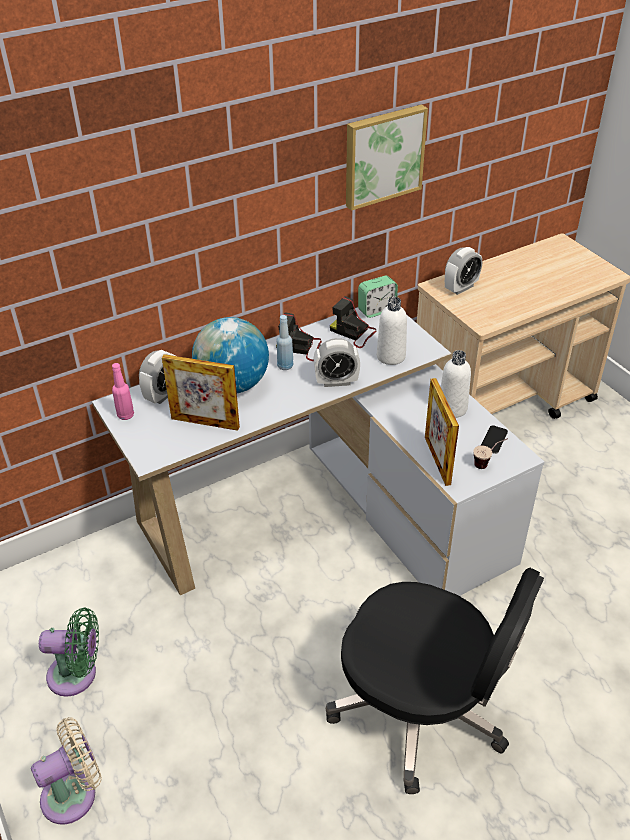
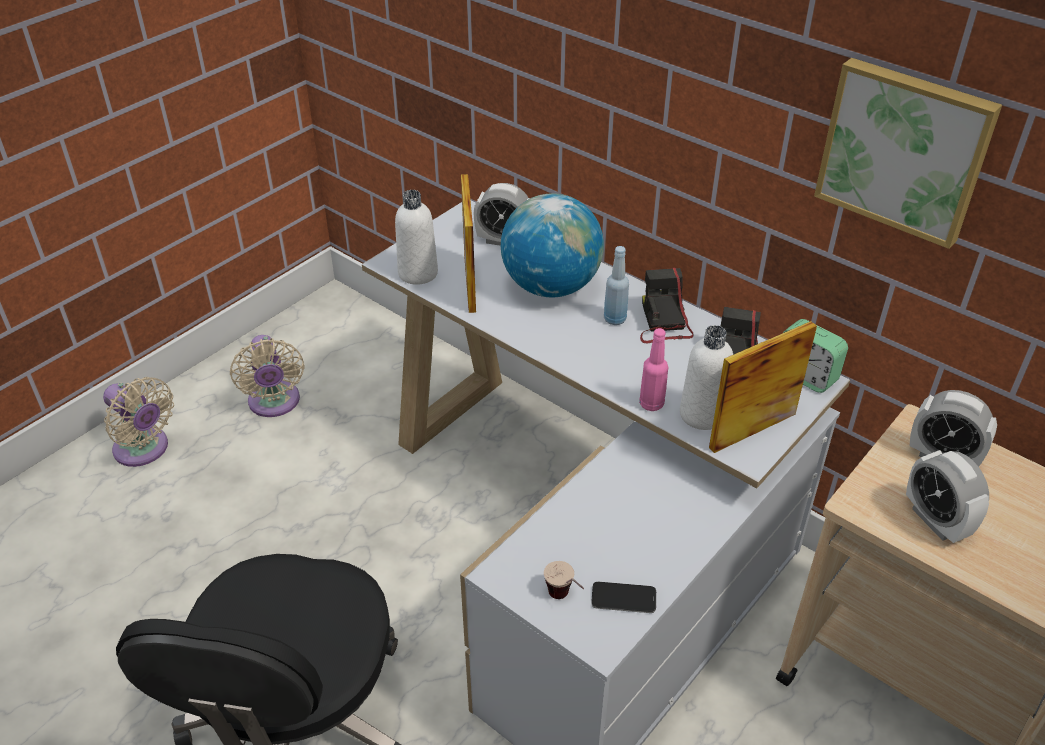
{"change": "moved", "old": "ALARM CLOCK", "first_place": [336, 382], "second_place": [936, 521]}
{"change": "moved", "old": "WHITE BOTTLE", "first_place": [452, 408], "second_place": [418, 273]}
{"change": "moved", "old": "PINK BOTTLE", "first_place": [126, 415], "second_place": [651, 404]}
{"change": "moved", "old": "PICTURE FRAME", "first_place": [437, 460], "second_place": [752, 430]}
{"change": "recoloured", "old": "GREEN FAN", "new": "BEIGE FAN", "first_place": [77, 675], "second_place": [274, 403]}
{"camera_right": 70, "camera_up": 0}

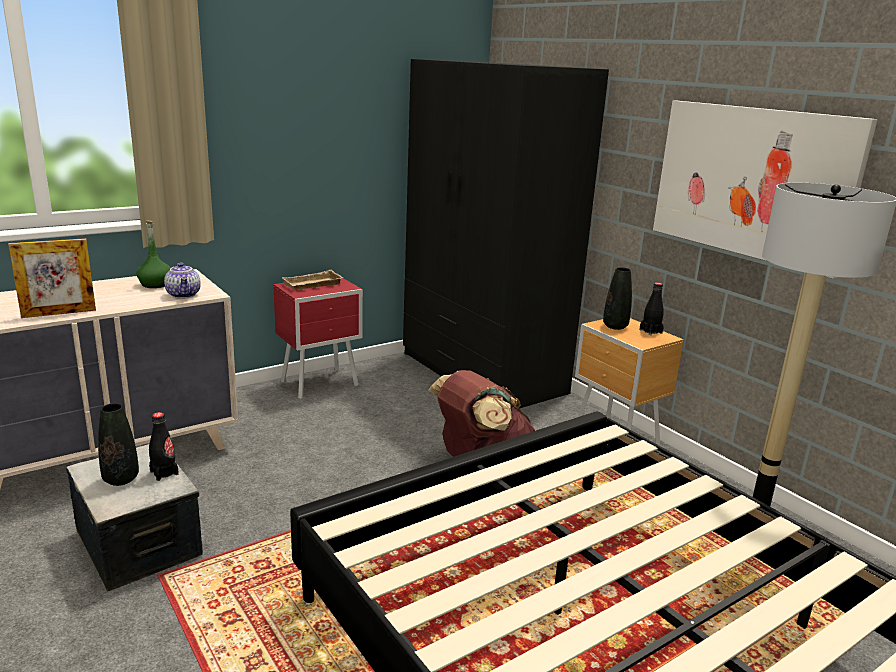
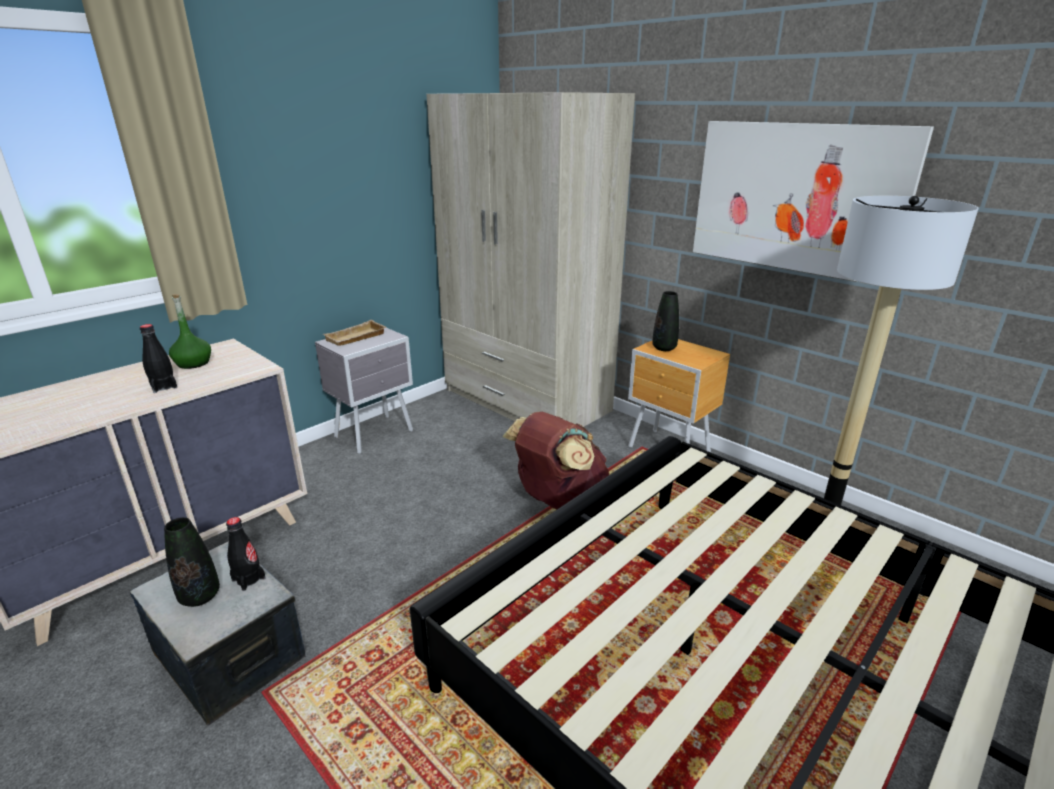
{"change": "recoloured", "old": "BLACK WARDROBE", "new": "BEIGE WARDROBE", "first_place": [481, 373], "second_place": [526, 401]}
{"change": "removed", "old": "PICTURE FRAME", "first_place": [59, 313]}
{"change": "removed", "old": "TEAPOT", "first_place": [184, 295]}
{"change": "recoloured", "old": "RED NIGHTSTAND", "new": "GREY NIGHTSTAND", "first_place": [321, 384], "second_place": [376, 434]}
{"change": "moved", "old": "BLACK BOTTLE", "first_place": [650, 331], "second_place": [164, 387]}
{"camera_right": -10, "camera_up": 5}

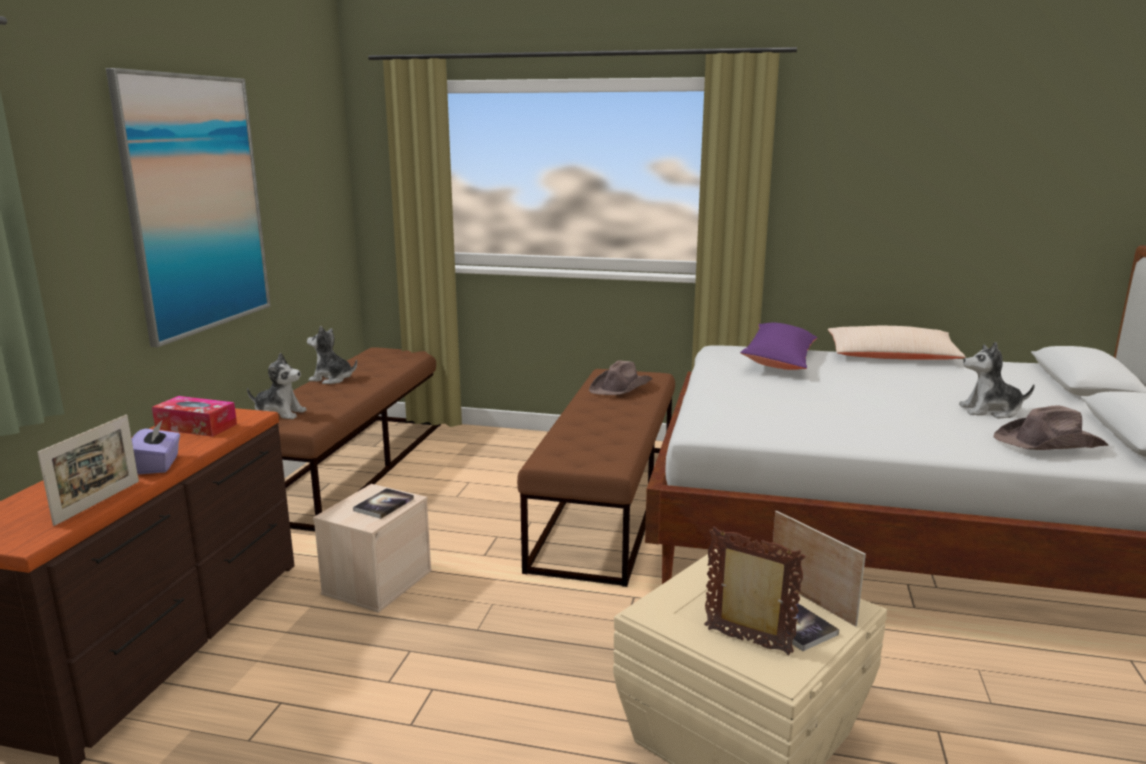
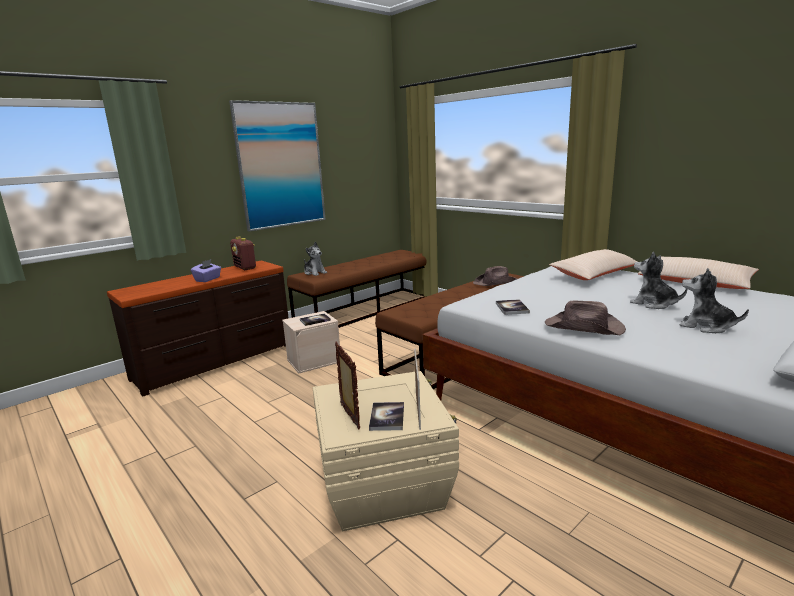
{"change": "recoloured", "old": "PURPLE PILLOW", "new": "BEIGE PILLOW", "first_place": [779, 359], "second_place": [594, 274]}
{"change": "moved", "old": "PLUSH TOY", "first_place": [332, 379], "second_place": [653, 304]}
{"change": "replaced", "old": "TISSUE BOX", "new": "RADIO", "first_place": [196, 426], "second_place": [245, 268]}
{"change": "moved", "old": "BROWN HAT", "first_place": [1050, 443], "second_place": [584, 327]}
{"change": "removed", "old": "PICTURE FRAME", "first_place": [98, 502]}
{"change": "added", "new": "BOOK", "second_place": [512, 308]}
{"camera_right": 35, "camera_up": 0}

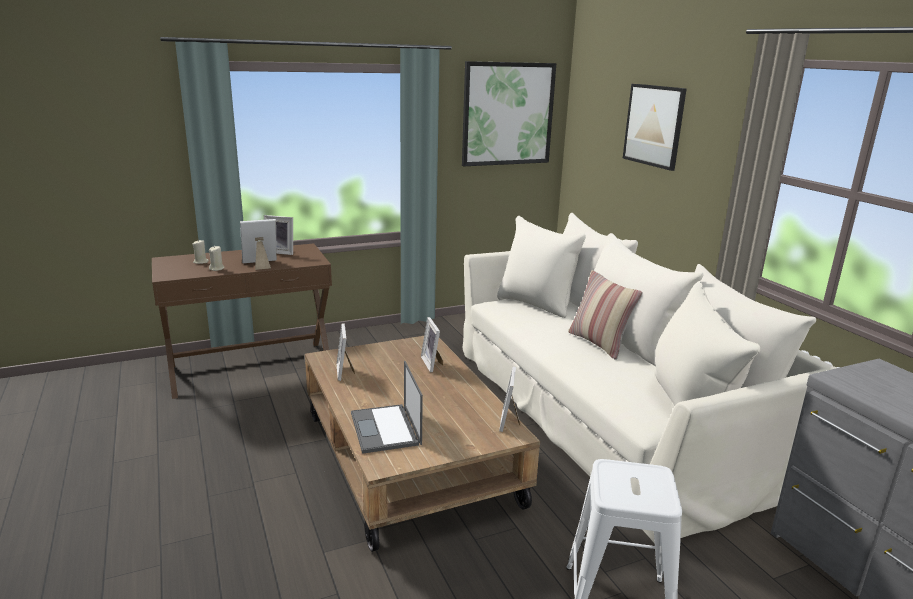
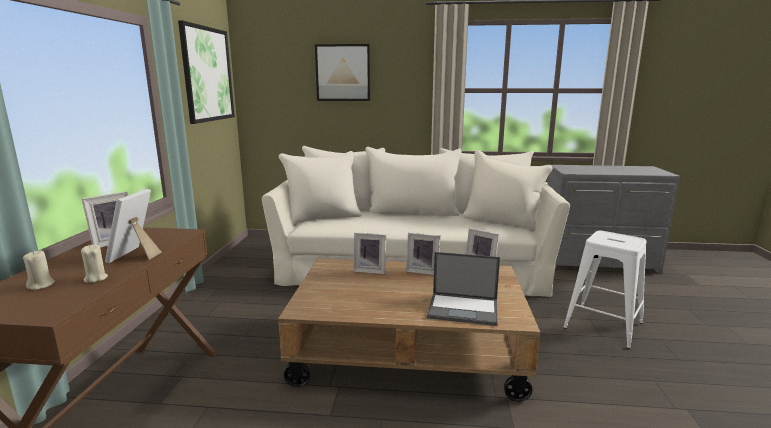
{"change": "removed", "old": "PILLOW", "first_place": [599, 343]}
{"change": "moved", "old": "PICTURE FRAME", "first_place": [345, 371], "second_place": [423, 271]}
{"camera_right": -60, "camera_up": -5}

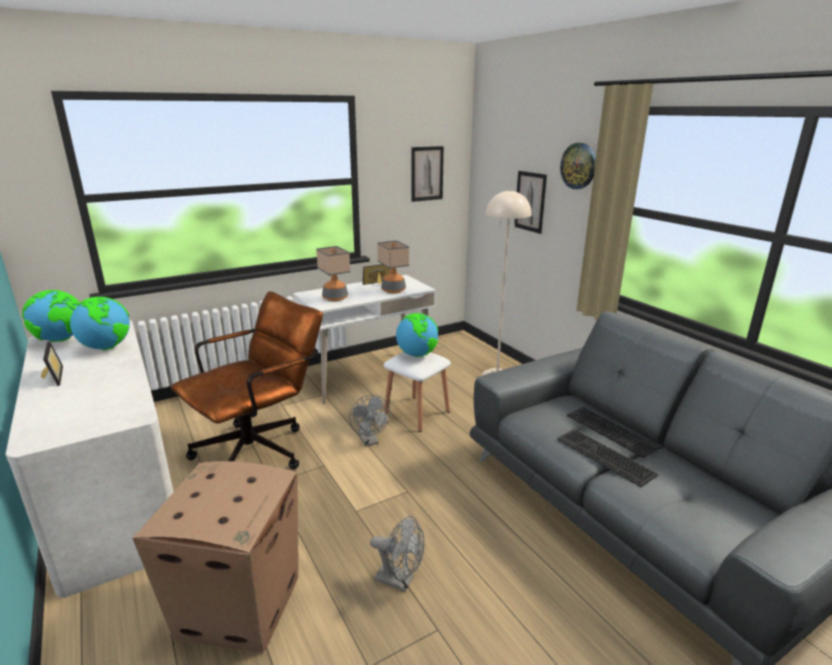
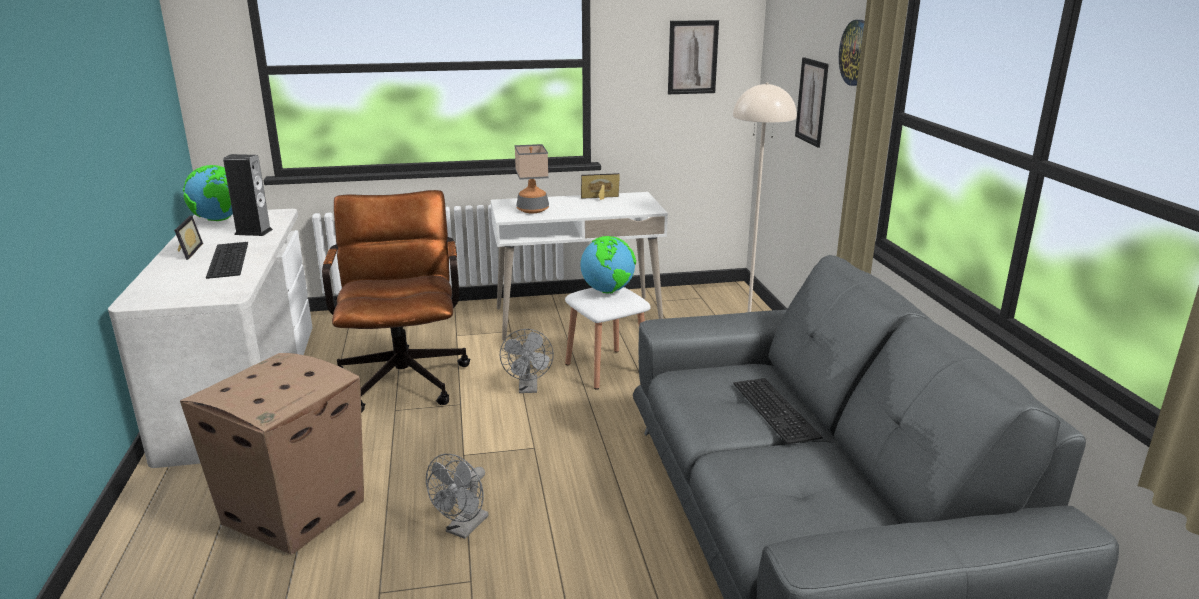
{"change": "removed", "old": "TABLE LAMP", "first_place": [393, 290]}
{"change": "turned", "old": "BROWN OFFICE CHAIR", "first_place": [260, 449], "second_place": [404, 375], "degrees": -75}
{"change": "replaced", "old": "GLOBE", "new": "SPEAKER", "first_place": [106, 347], "second_place": [253, 232]}
{"change": "moved", "old": "KEYBOARD", "first_place": [603, 456], "second_place": [226, 259]}
{"change": "turned", "old": "GREY FAN", "first_place": [400, 581], "second_place": [463, 529], "degrees": 75}
{"camera_right": 20, "camera_up": 0}

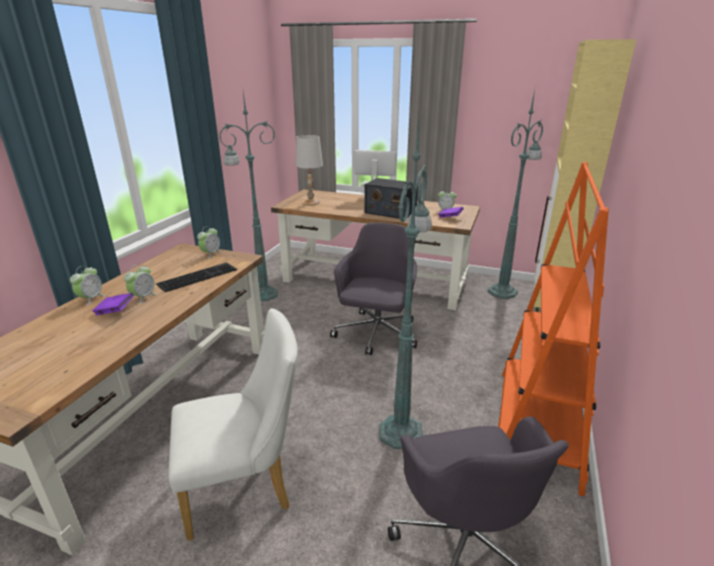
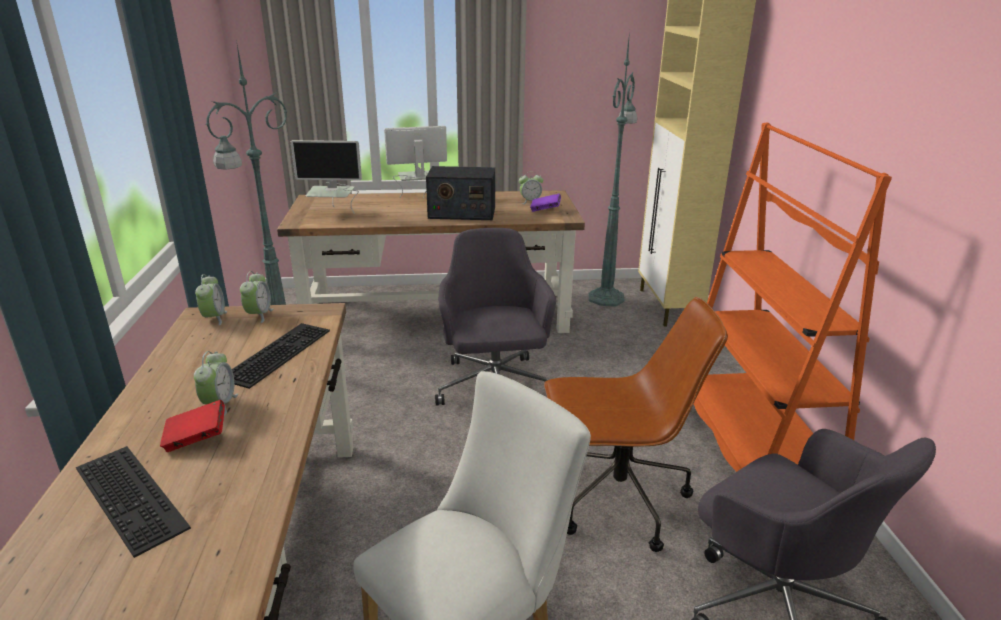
{"change": "replaced", "old": "GREEN FLOOR LAMP", "new": "BROWN OFFICE CHAIR", "first_place": [401, 430], "second_place": [615, 500]}
{"change": "replaced", "old": "WHITE TABLE LAMP", "new": "MONITOR", "first_place": [311, 202], "second_place": [333, 213]}
{"change": "moved", "old": "ALARM CLOCK", "first_place": [91, 298], "second_place": [214, 318]}
{"change": "recoloured", "old": "PURPLE BOOK", "new": "RED BOOK", "first_place": [115, 312], "second_place": [196, 438]}
{"change": "added", "new": "KEYBOARD", "second_place": [134, 496]}
{"camera_right": -25, "camera_up": 0}

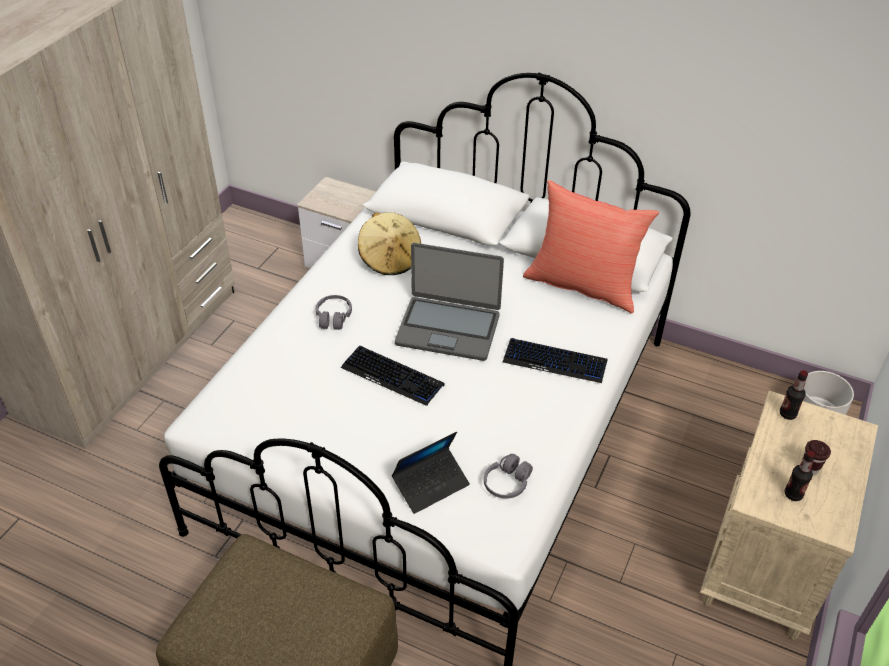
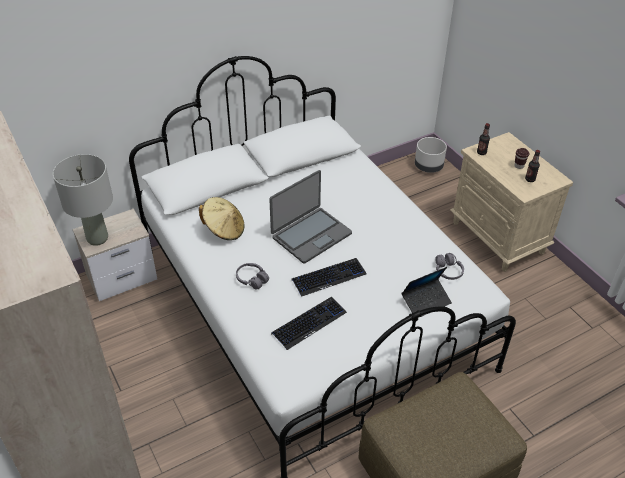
{"change": "removed", "old": "RED PILLOW", "first_place": [583, 285]}
{"change": "moved", "old": "KEYBOARD", "first_place": [555, 362], "second_place": [309, 323]}
{"change": "turned", "old": "LAPTOP", "first_place": [431, 484], "second_place": [426, 301], "degrees": 60}
{"change": "added", "new": "GREY TABLE LAMP", "second_place": [97, 239]}
{"camera_right": -55, "camera_up": 0}

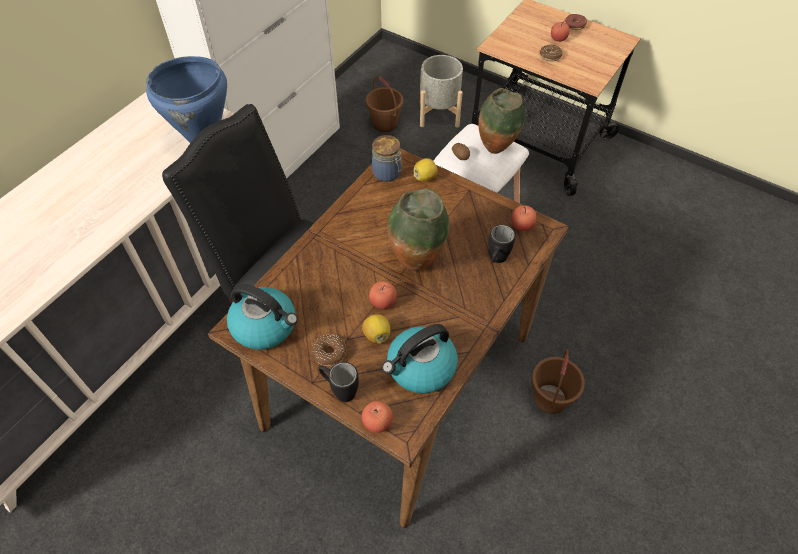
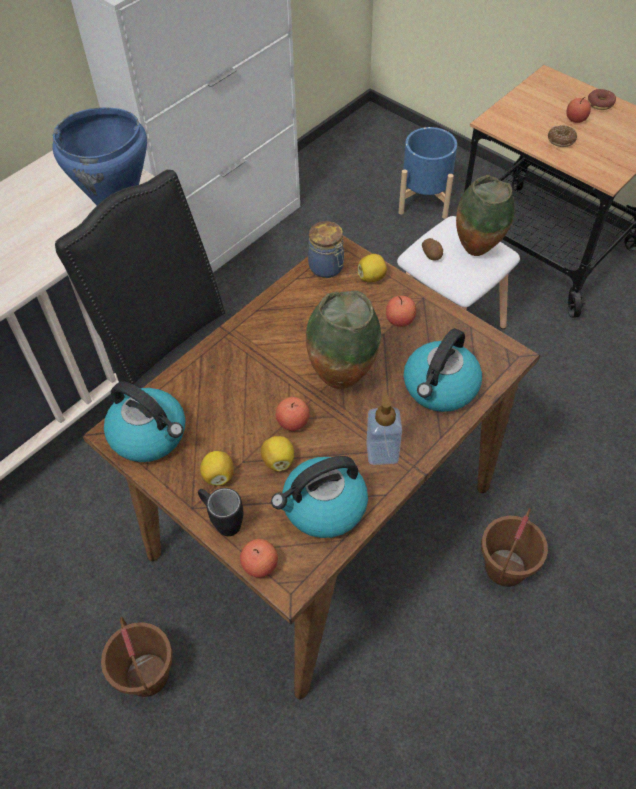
{"change": "recoloured", "old": "GREY PLANTER", "new": "BLUE PLANTER", "first_place": [438, 114], "second_place": [424, 200]}
{"change": "moved", "old": "BROWN BUCKET", "first_place": [384, 124], "second_place": [146, 674]}
{"change": "moved", "old": "APPLE", "first_place": [522, 225], "second_place": [400, 320]}
{"change": "replaced", "old": "BLACK MUG", "new": "KETTLE", "first_place": [496, 260], "second_place": [440, 388]}
{"change": "replaced", "old": "DONUT", "new": "LEMON", "first_place": [329, 353], "second_place": [218, 476]}
{"change": "added", "new": "SOAP DISPENSER", "second_place": [382, 452]}
{"camera_right": 10, "camera_up": 0}

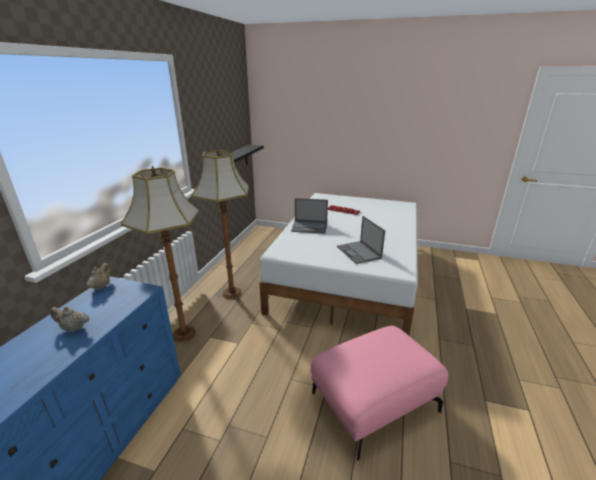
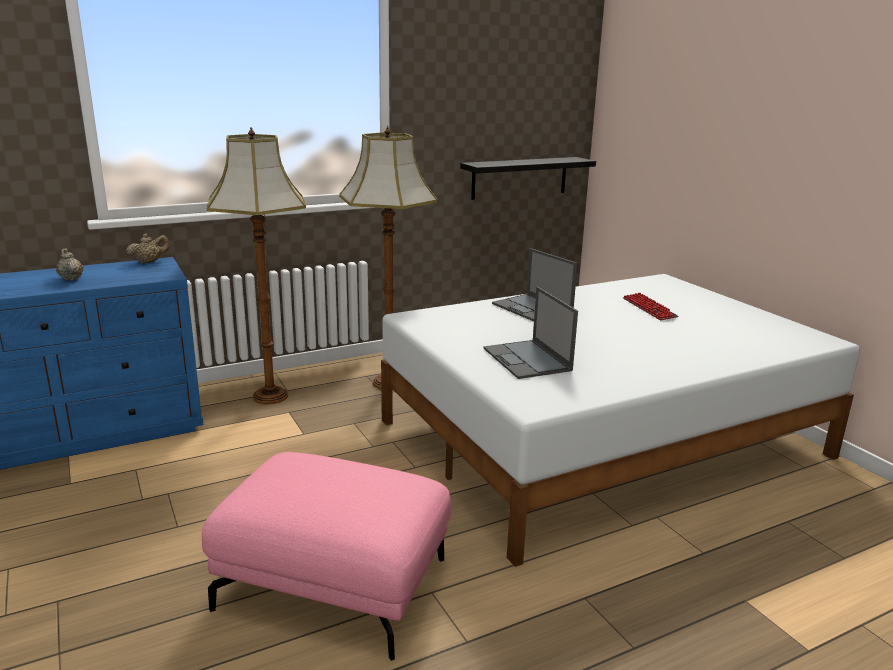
{"change": "turned", "old": "LAPTOP", "first_place": [359, 252], "second_place": [527, 360], "degrees": -45}
{"camera_right": 45, "camera_up": -5}

